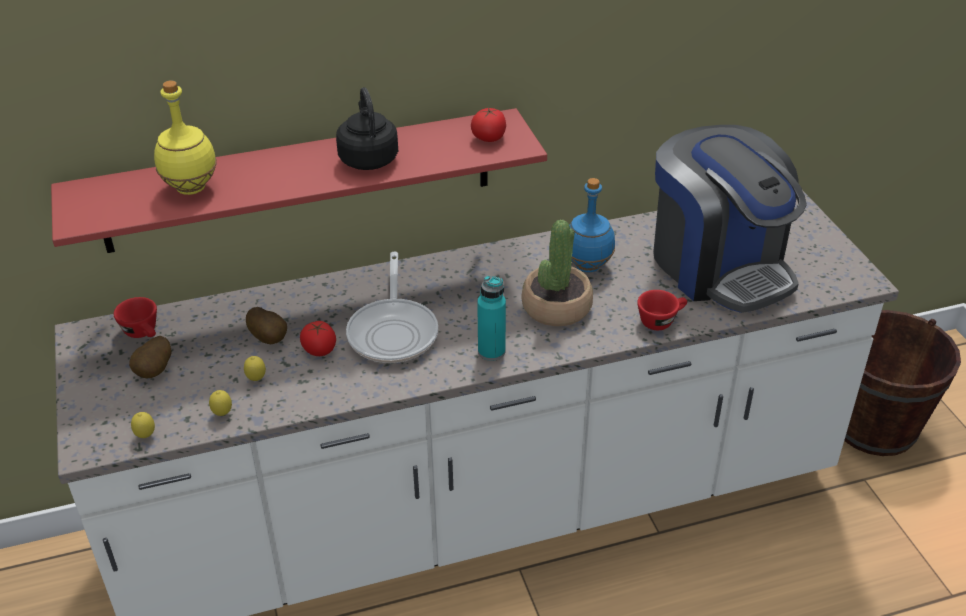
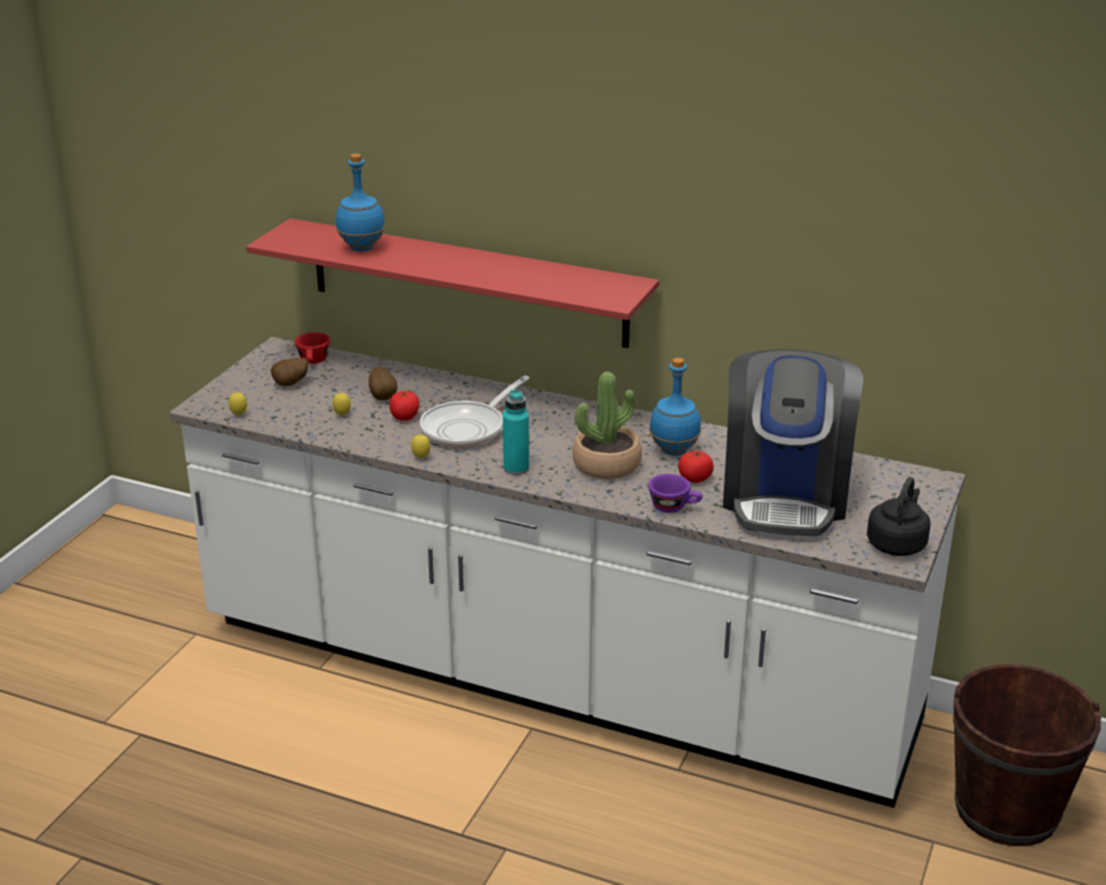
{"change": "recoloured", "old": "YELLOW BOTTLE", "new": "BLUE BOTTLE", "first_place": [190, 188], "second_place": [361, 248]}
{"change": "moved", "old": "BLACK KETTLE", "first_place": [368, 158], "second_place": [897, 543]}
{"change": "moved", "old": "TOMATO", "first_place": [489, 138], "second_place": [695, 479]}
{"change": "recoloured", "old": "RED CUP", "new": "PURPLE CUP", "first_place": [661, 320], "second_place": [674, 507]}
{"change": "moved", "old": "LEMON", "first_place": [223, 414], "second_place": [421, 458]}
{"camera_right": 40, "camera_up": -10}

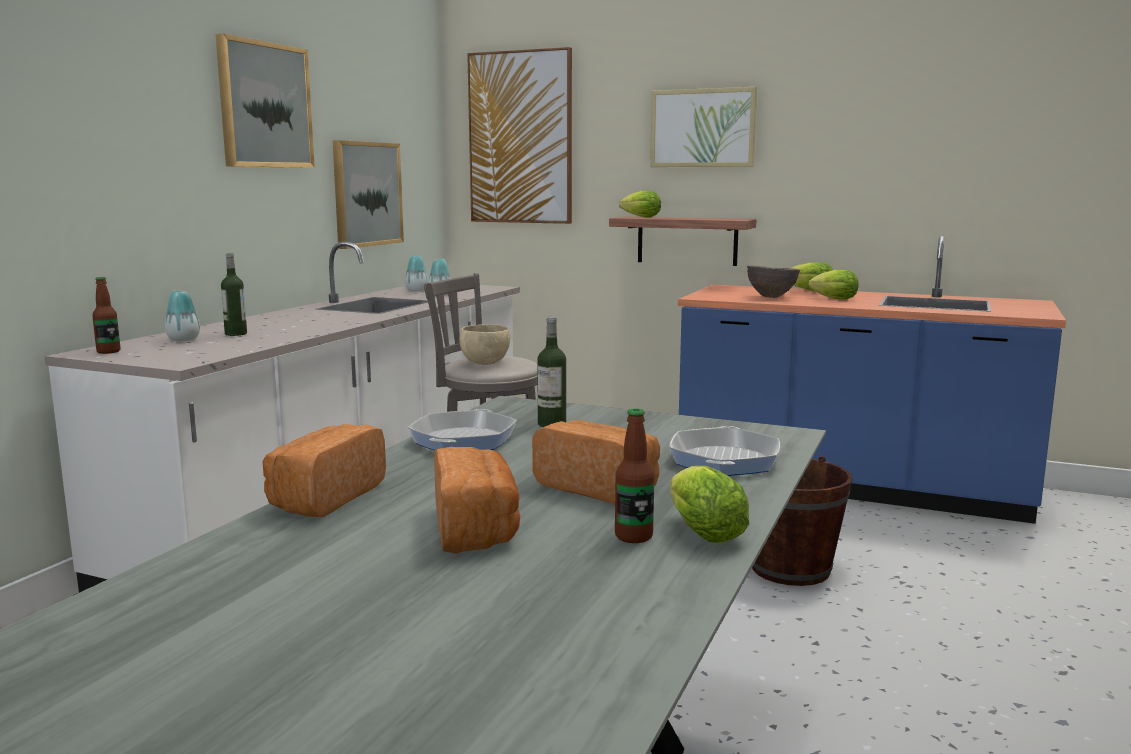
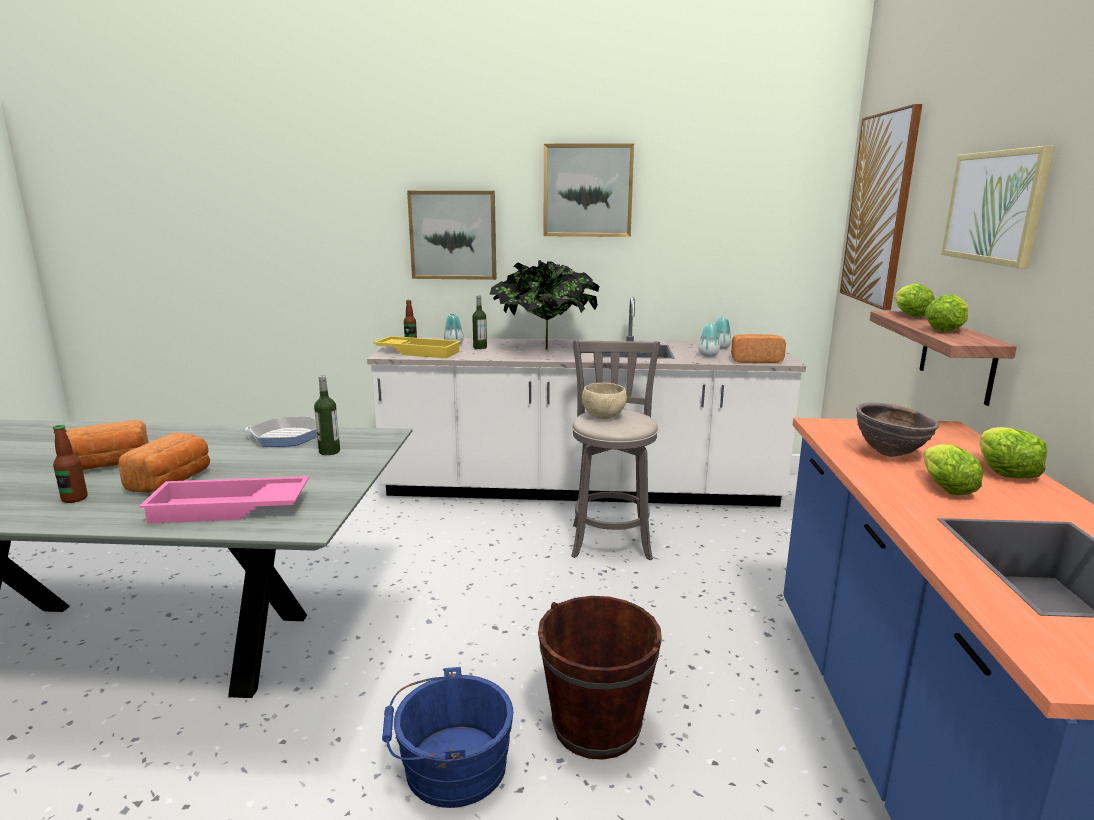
{"change": "moved", "old": "PICTURE", "first_place": [366, 194], "second_place": [453, 235]}
{"change": "moved", "old": "BREAD", "first_place": [324, 497], "second_place": [754, 360]}
{"change": "replaced", "old": "FRYING PAN", "new": "PINK TRAY", "first_place": [724, 460], "second_place": [228, 509]}
{"change": "moved", "old": "LETTUCE", "first_place": [700, 531], "second_place": [947, 330]}
{"change": "added", "new": "POTTED PLANT", "second_place": [544, 349]}
{"change": "added", "new": "YELLOW TRAY", "second_place": [419, 352]}
{"change": "added", "new": "BLUE BUCKET", "second_place": [449, 767]}
{"camera_right": 70, "camera_up": 5}

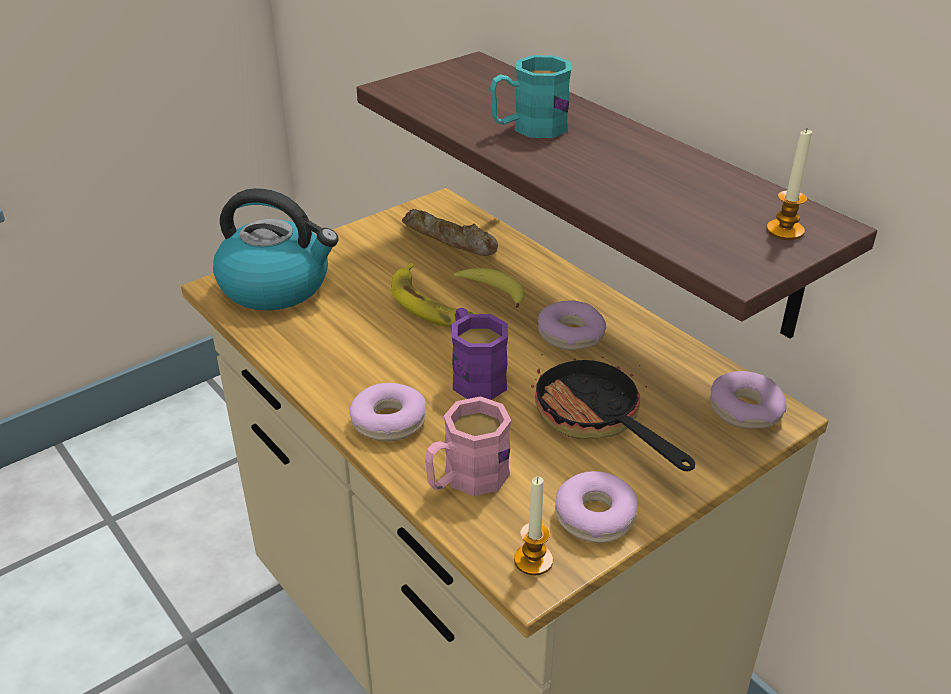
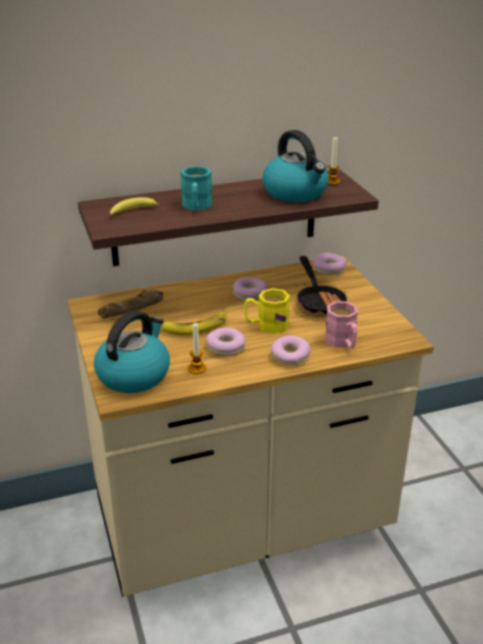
{"change": "moved", "old": "BANANA", "first_place": [493, 291], "second_place": [132, 211]}
{"change": "recoloured", "old": "PURPLE MUG", "new": "YELLOW MUG", "first_place": [474, 375], "second_place": [266, 325]}
{"change": "turned", "old": "FRYING PAN", "first_place": [596, 421], "second_place": [319, 303], "degrees": -90}
{"change": "moved", "old": "DONUT", "first_place": [595, 516], "second_place": [225, 347]}
{"change": "moved", "old": "CANDLE", "first_place": [533, 560], "second_place": [197, 368]}
{"change": "added", "new": "KETTLE", "second_place": [296, 193]}
{"camera_right": -70, "camera_up": -5}

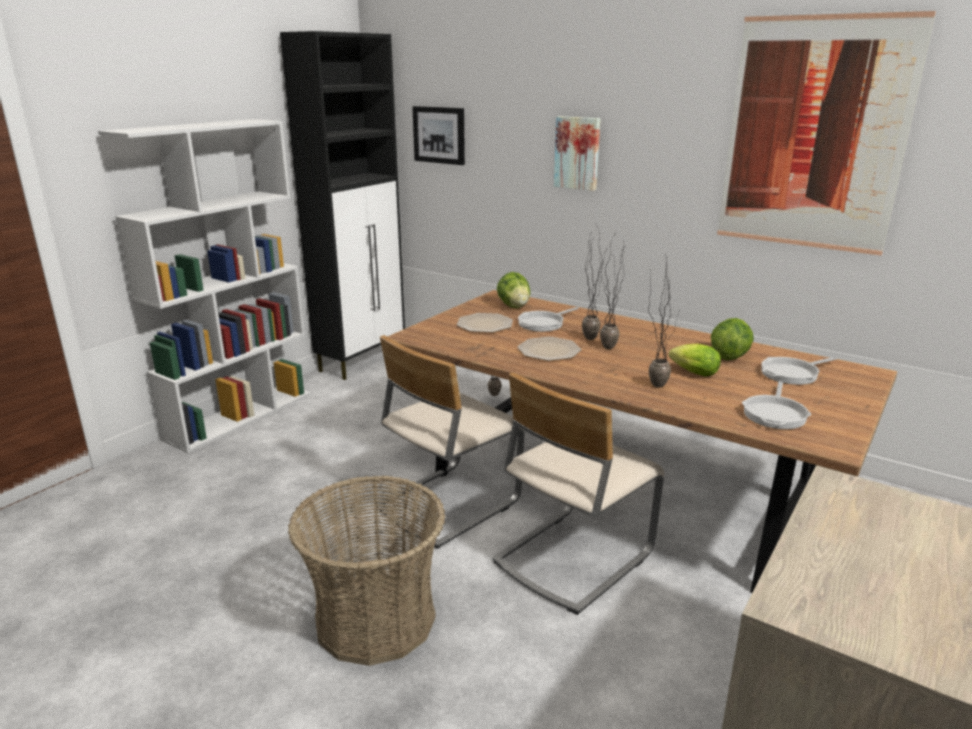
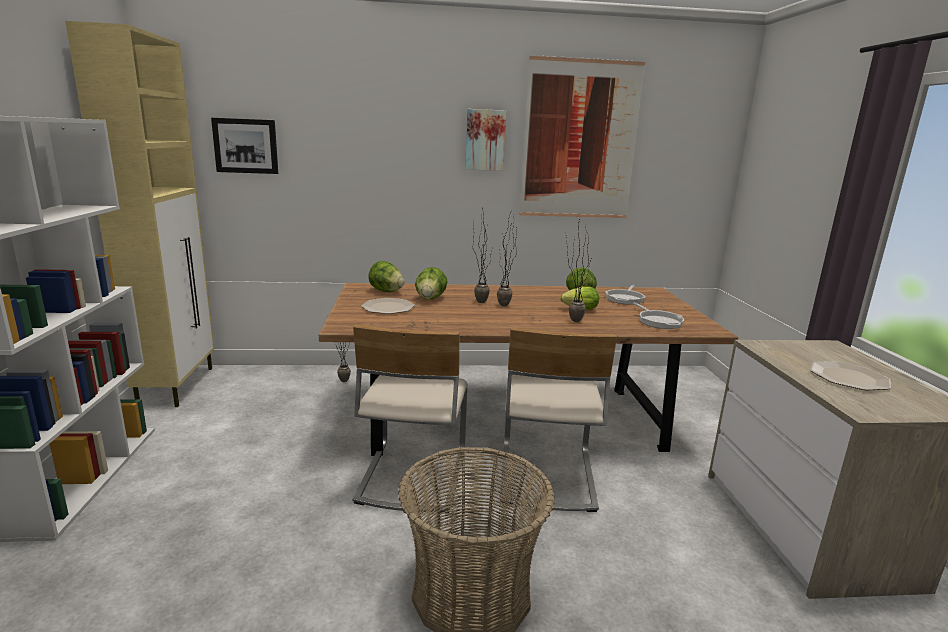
{"change": "recoloured", "old": "BLACK CABINET", "new": "BEIGE CABINET", "first_place": [362, 361], "second_place": [178, 385]}
{"change": "moved", "old": "PICTURE", "first_place": [578, 153], "second_place": [485, 140]}
{"change": "replaced", "old": "FRYING PAN", "new": "LETTUCE", "first_place": [543, 323], "second_place": [430, 299]}
{"change": "moved", "old": "PLATE", "first_place": [548, 350], "second_place": [848, 377]}
{"camera_right": -40, "camera_up": -5}

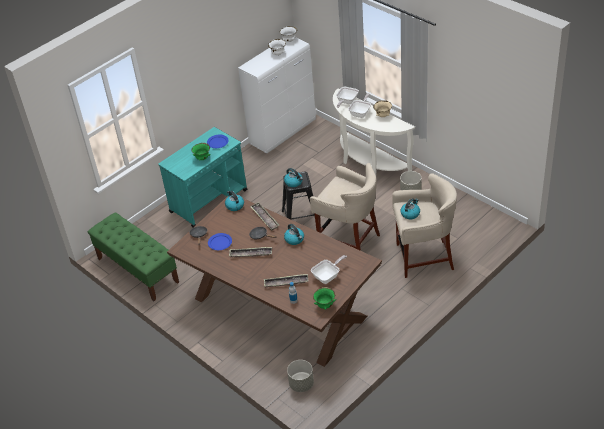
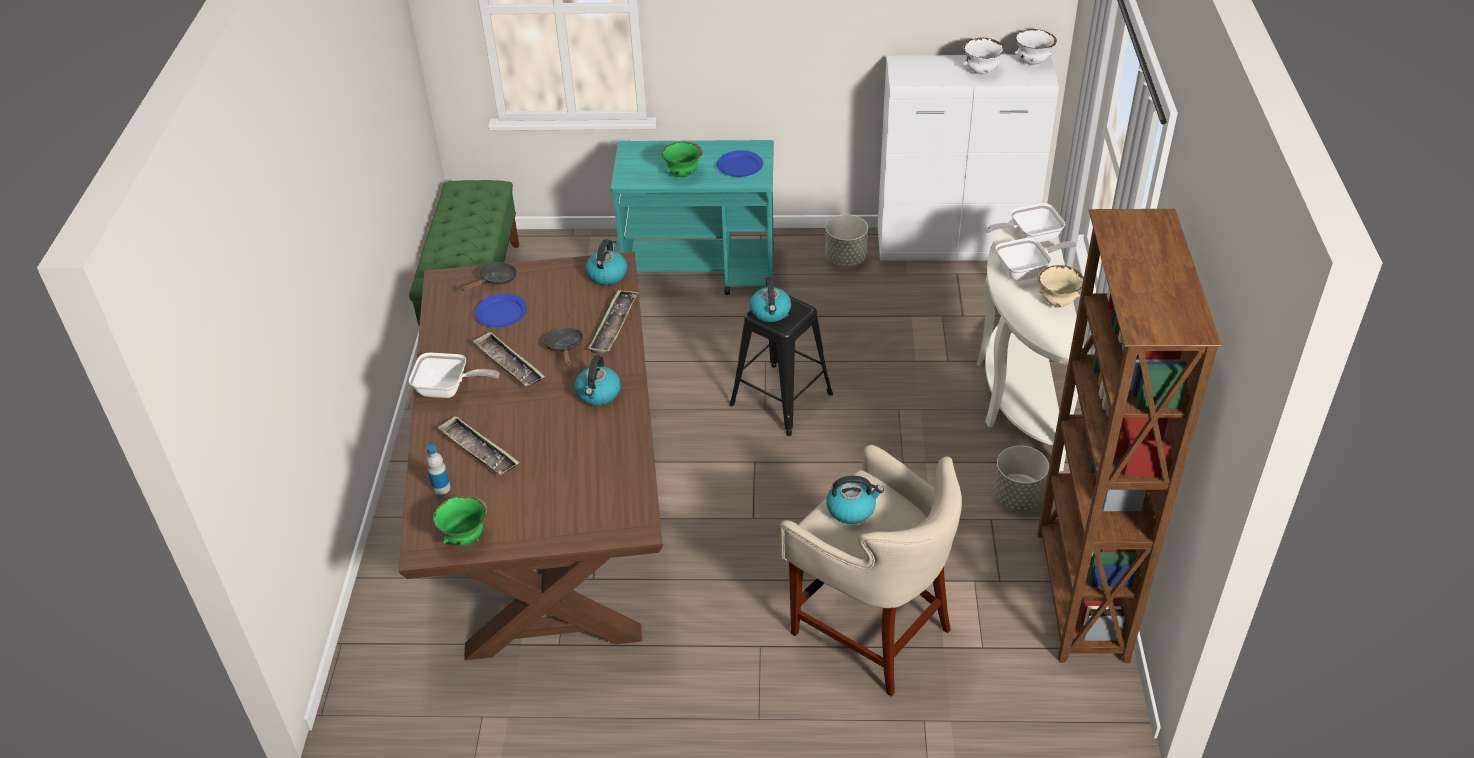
{"change": "removed", "old": "BEIGE STOOL", "first_place": [349, 239]}
{"change": "moved", "old": "FRYING PAN", "first_place": [328, 276], "second_place": [448, 389]}
{"change": "moved", "old": "GREY PLANTER", "first_place": [301, 384], "second_place": [846, 259]}
{"change": "added", "new": "BROWN BOOKCASE", "second_place": [1079, 596]}
{"camera_right": 45, "camera_up": 0}

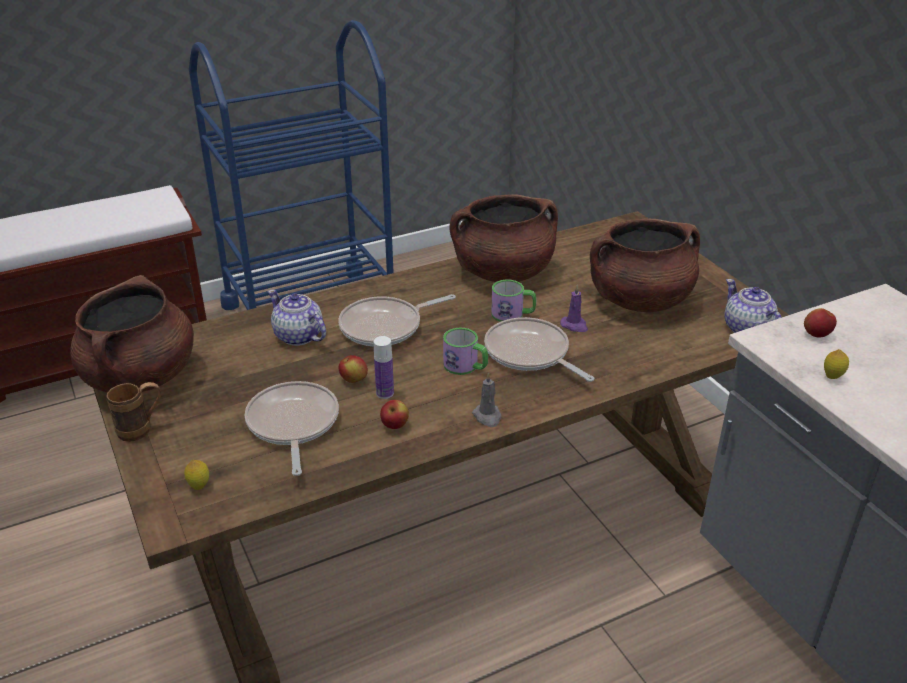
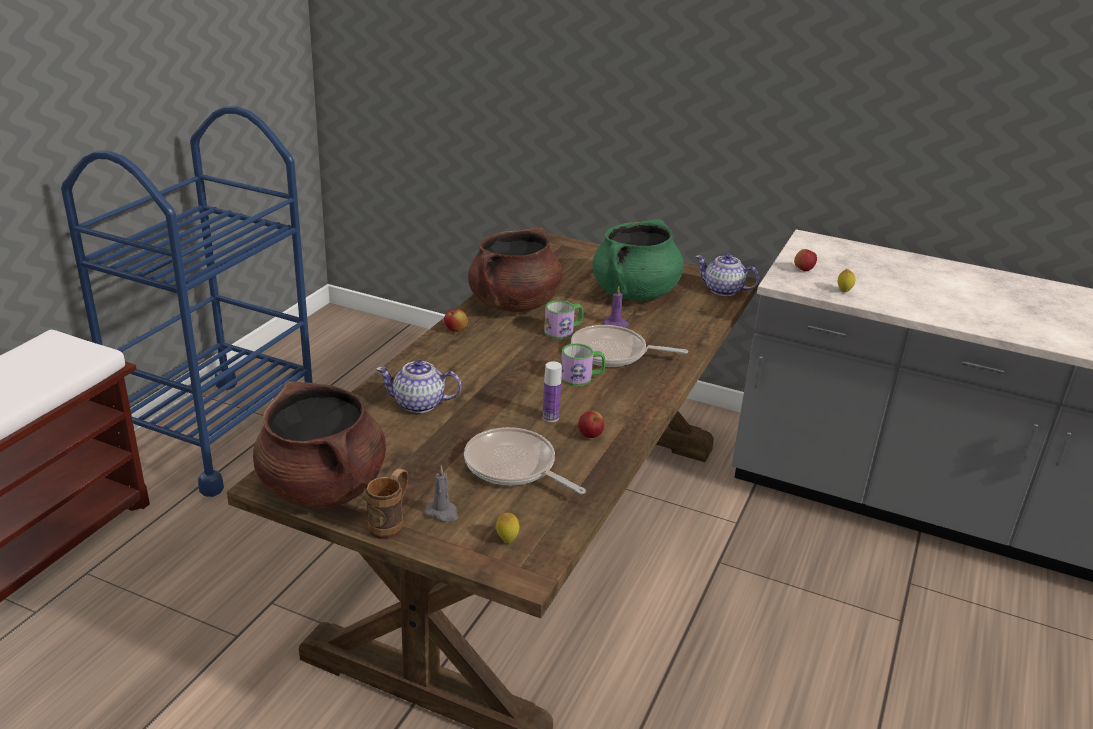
{"change": "recoloured", "old": "BROWN COOKING POT", "new": "GREEN COOKING POT", "first_place": [639, 300], "second_place": [634, 293]}
{"change": "removed", "old": "FRYING PAN", "first_place": [385, 327]}
{"change": "moved", "old": "APPLE", "first_place": [354, 380], "second_place": [456, 330]}
{"change": "moved", "old": "GREY CANDLE", "first_place": [487, 417], "second_place": [442, 513]}
{"camera_right": -40, "camera_up": -5}

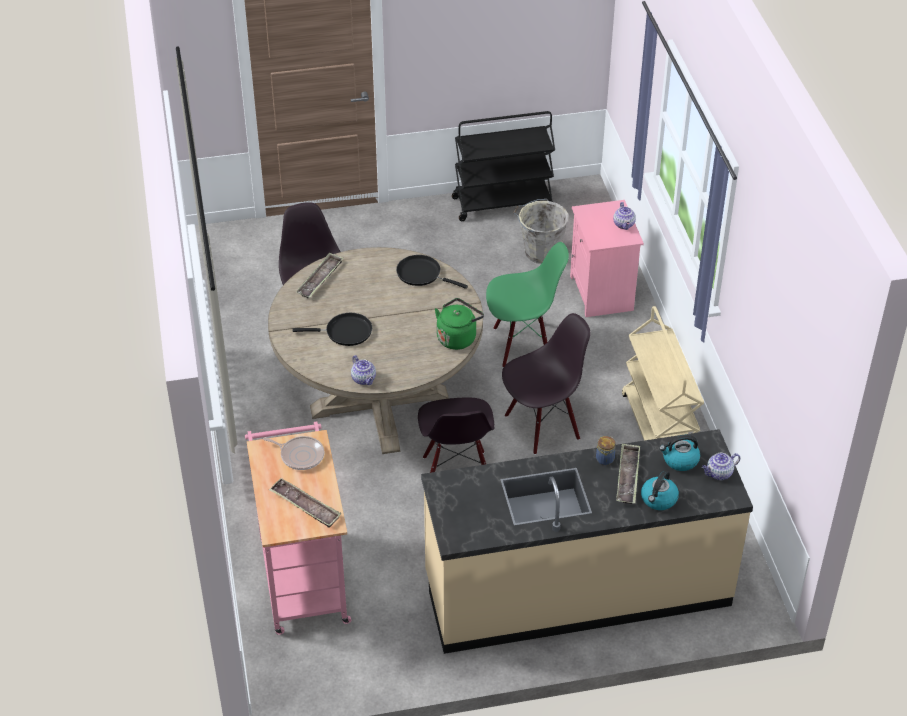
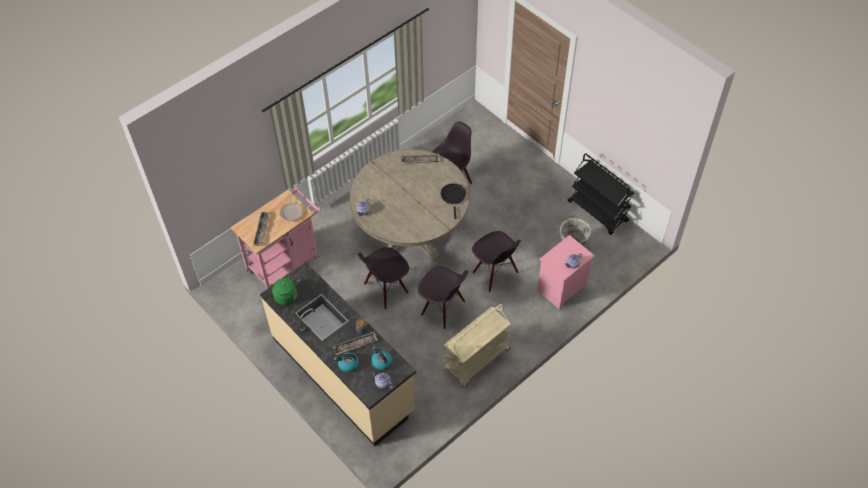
{"change": "recoloured", "old": "GREEN CHAIR", "new": "BLACK CHAIR", "first_place": [522, 345], "second_place": [495, 273]}
{"change": "moved", "old": "GREEN KETTLE", "first_place": [458, 337], "second_place": [287, 297]}
{"change": "removed", "old": "BLACK FRYING PAN", "first_place": [345, 332]}
{"camera_right": 60, "camera_up": 10}

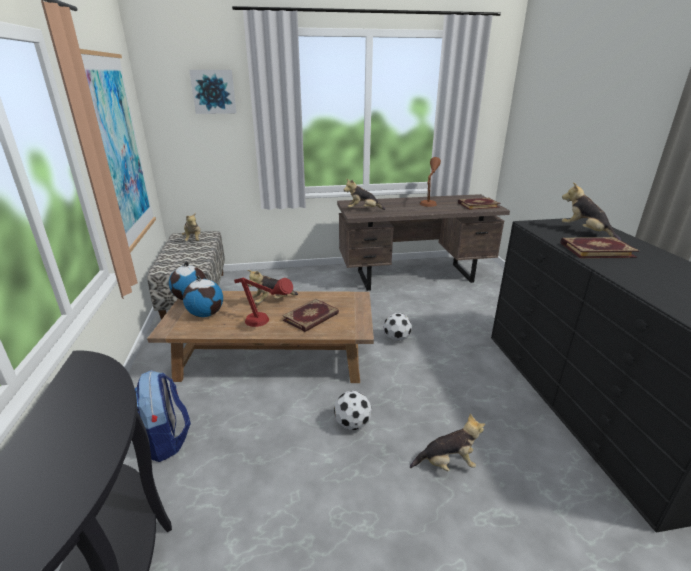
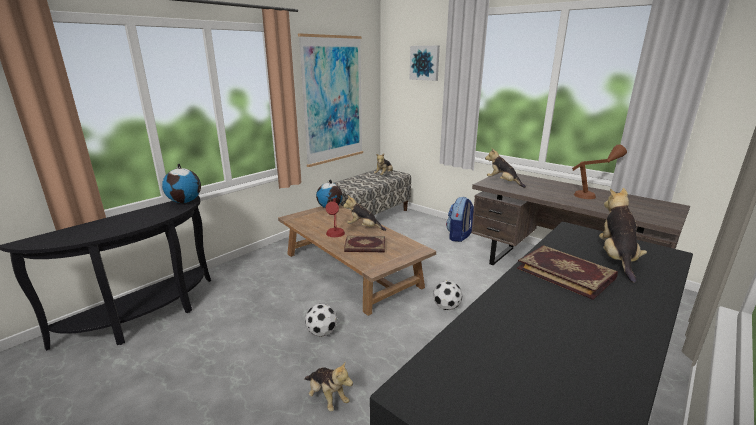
{"change": "removed", "old": "BOOK", "first_place": [478, 205]}
{"change": "moved", "old": "GLOBE", "first_place": [206, 314], "second_place": [185, 201]}
{"change": "moved", "old": "BACKPACK", "first_place": [165, 440], "second_place": [459, 236]}
{"camera_right": 50, "camera_up": -5}

